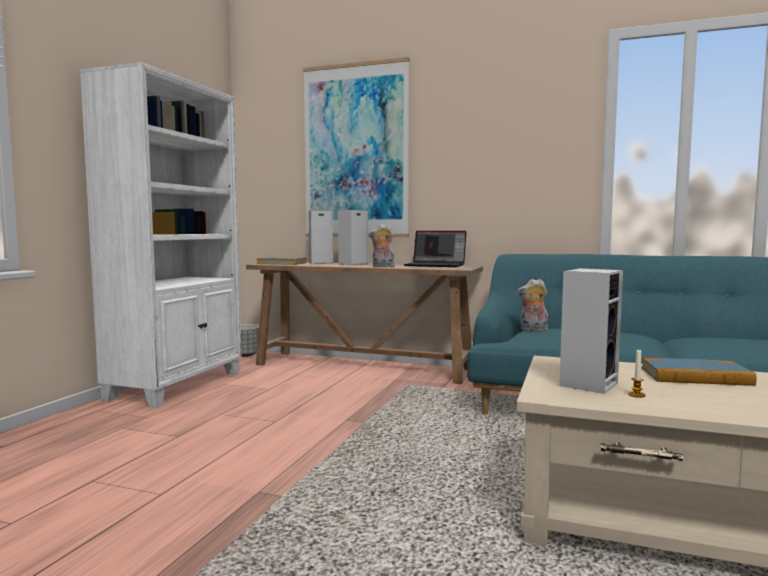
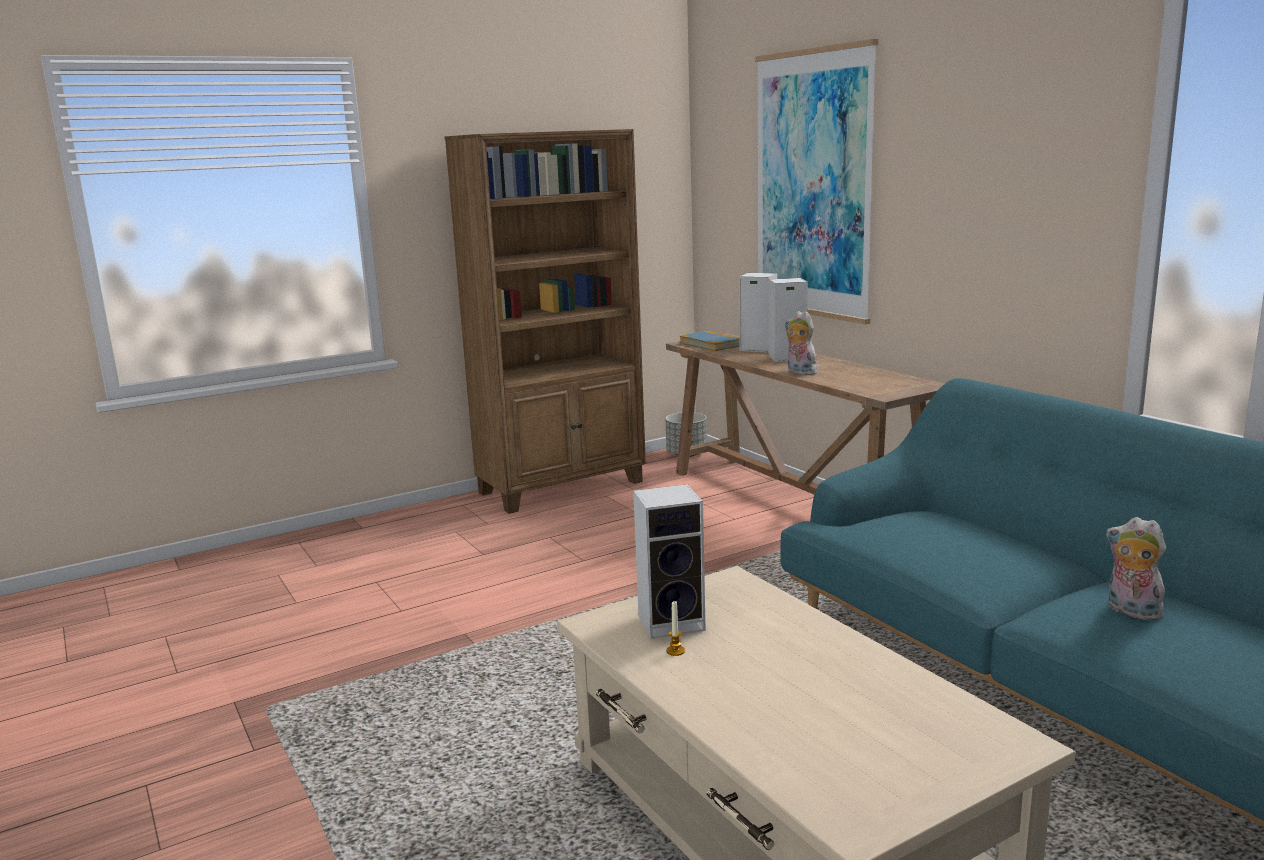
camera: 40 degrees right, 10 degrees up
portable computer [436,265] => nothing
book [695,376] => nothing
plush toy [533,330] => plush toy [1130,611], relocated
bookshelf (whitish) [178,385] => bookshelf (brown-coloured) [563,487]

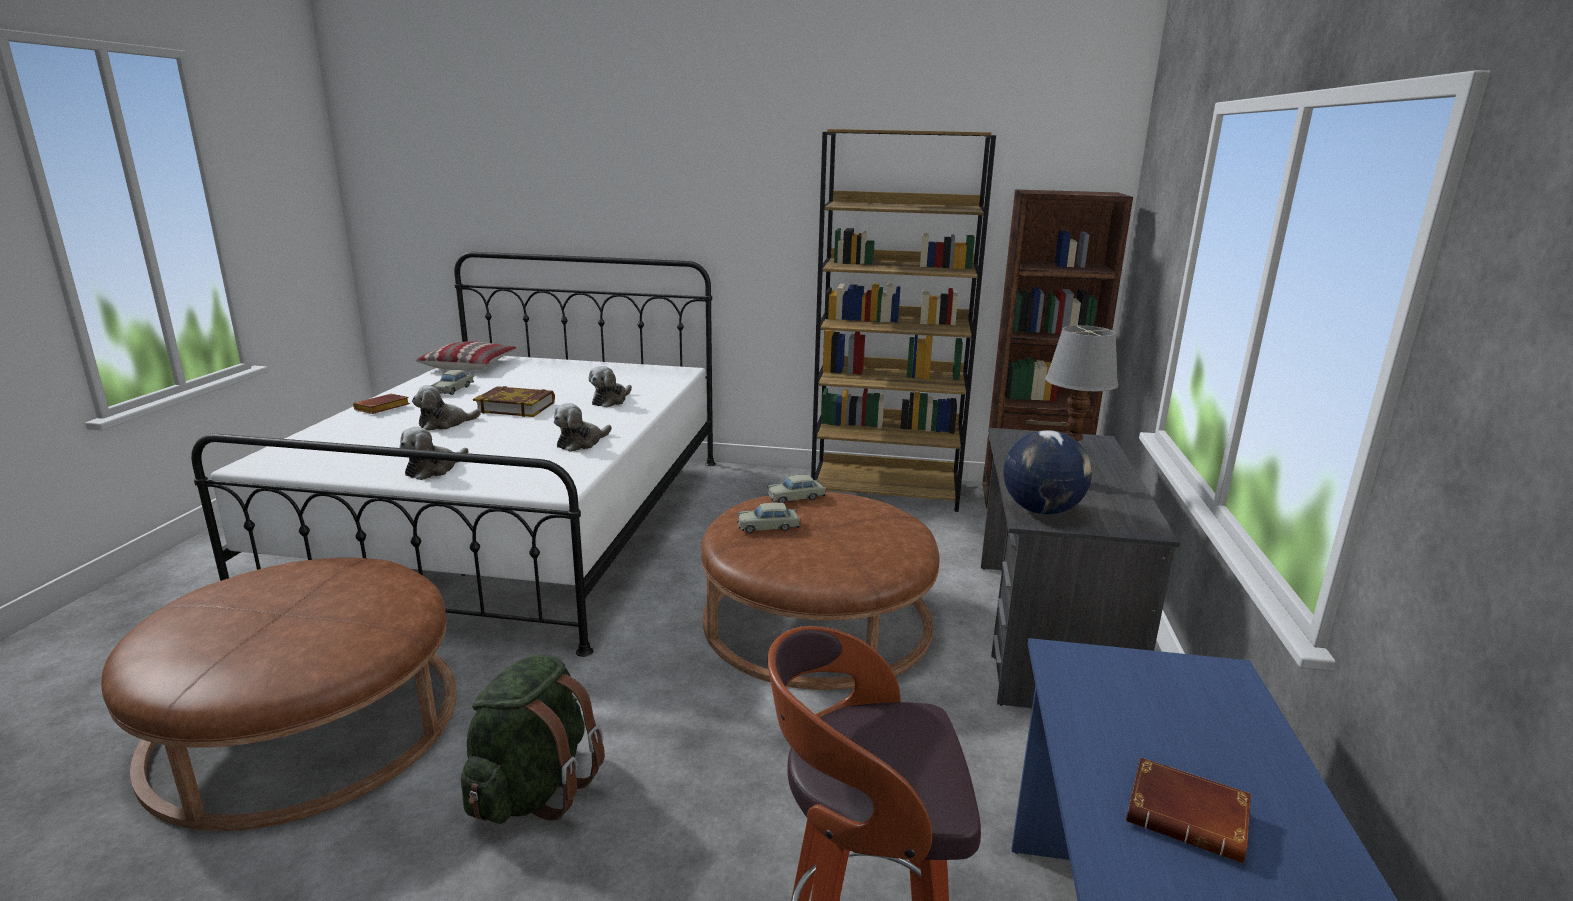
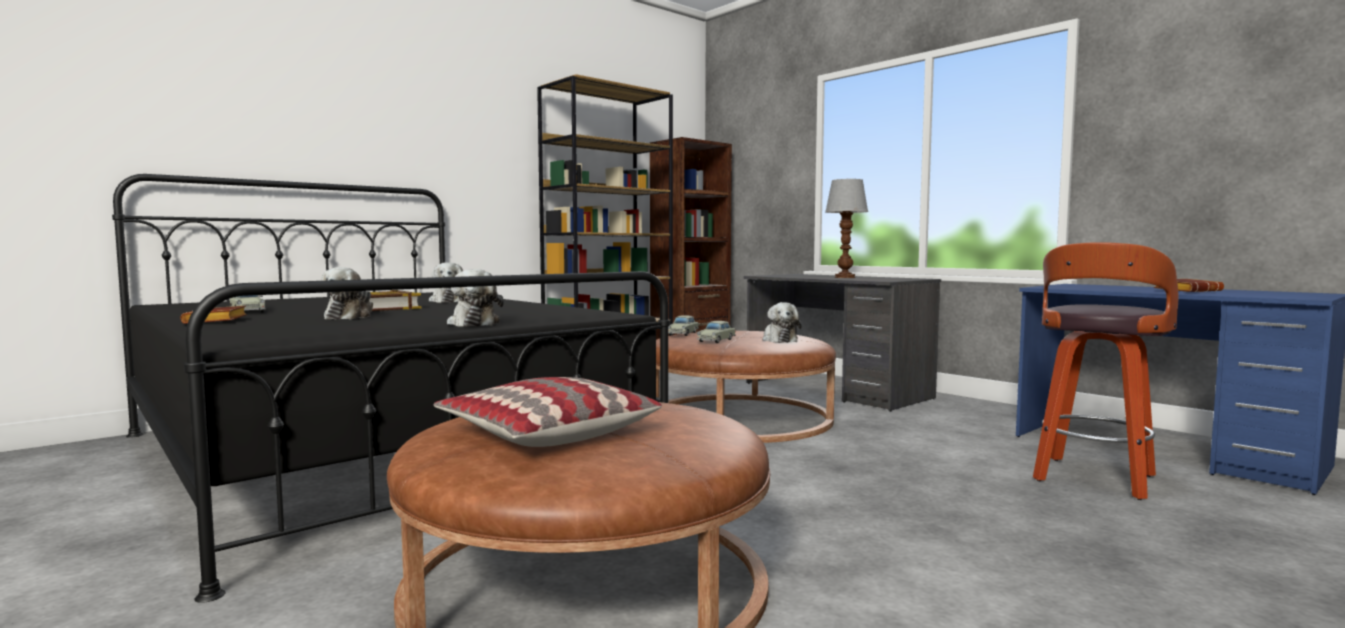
camera: 50 degrees left, 15 degrees down
rucksack (greenish) [533,790] => nothing
world globe [1042,511] => nothing
throw pillow [469,365] => throw pillow [546,432], relocated
plush toy [581,443] => plush toy [779,340], relocated
bedroom bed (whitish) [517,524] => bedroom bed (black) [376,451]

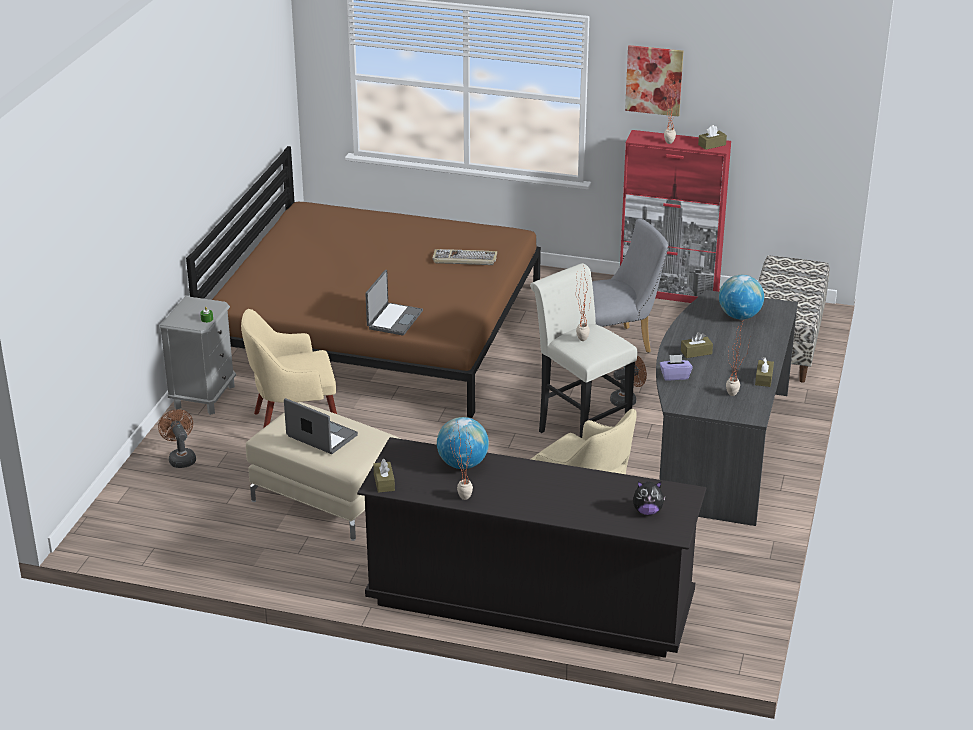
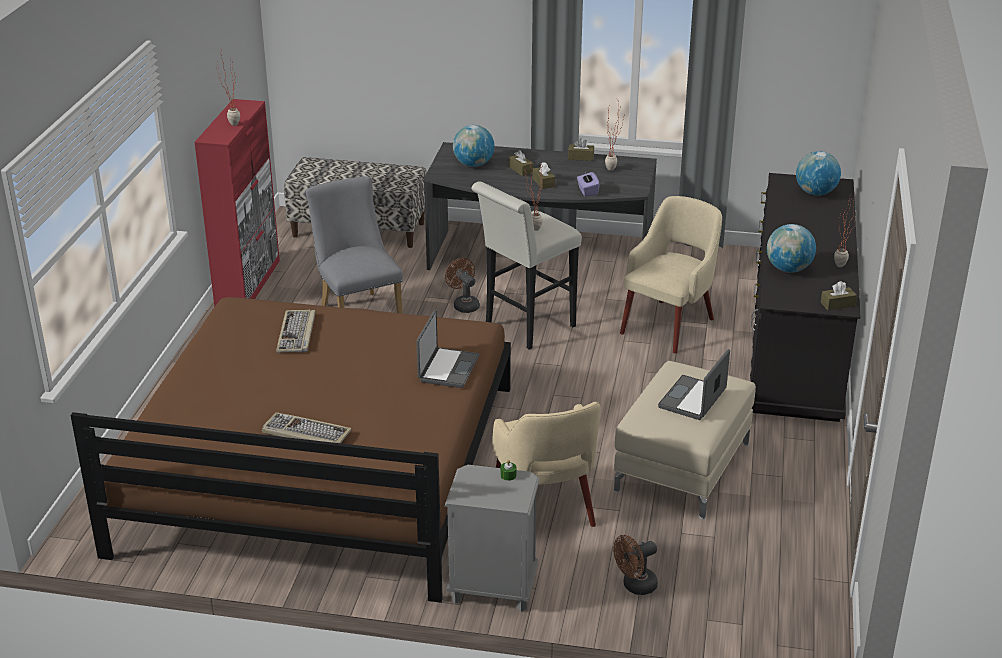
camera: 95 degrees left, 0 degrees up
wall art [654,80] => nothing
nothing => keyboard [305,433]
tissue box (brown-coloured) [712,145] => tissue box (brown-coloured) [521,170], relocated
plush toy [647,511] => world globe [815,193]
portable computer [394,320] => portable computer [447,368], 90 degrees clockwise

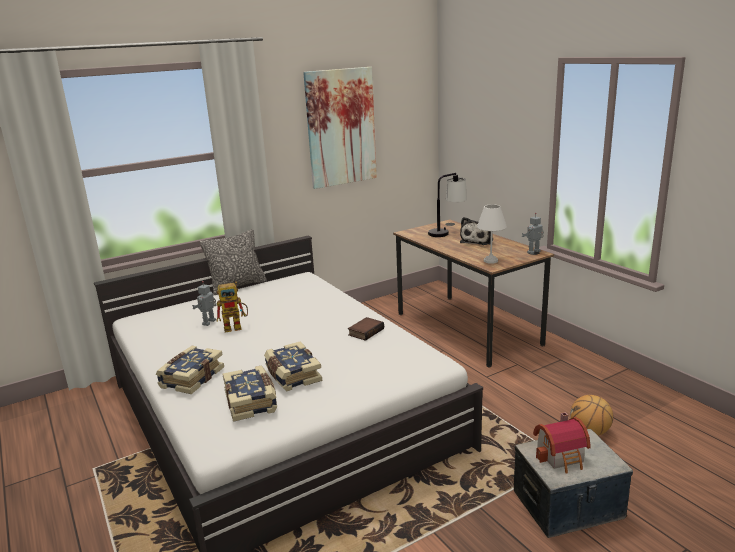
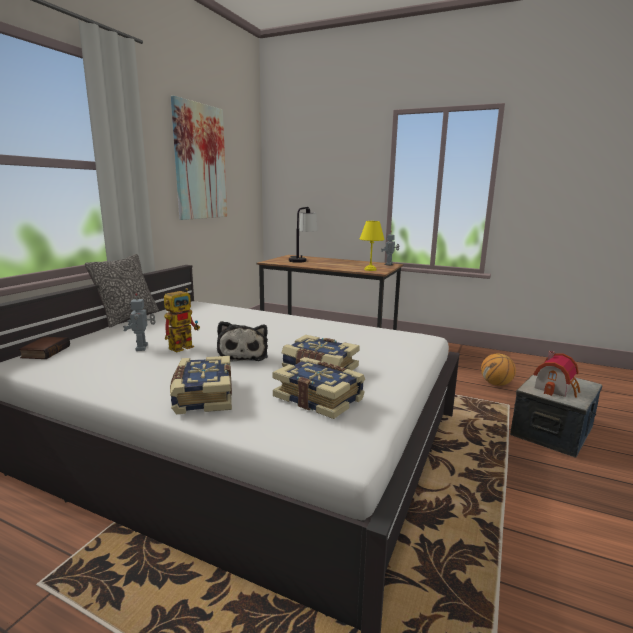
camera: 35 degrees left, 5 degrees down
book [365,331] => book [45,351], relocated
plush toy [477,241] => plush toy [243,355], relocated
table lamp (whitish) [490,261] => table lamp (yellow) [370,270]

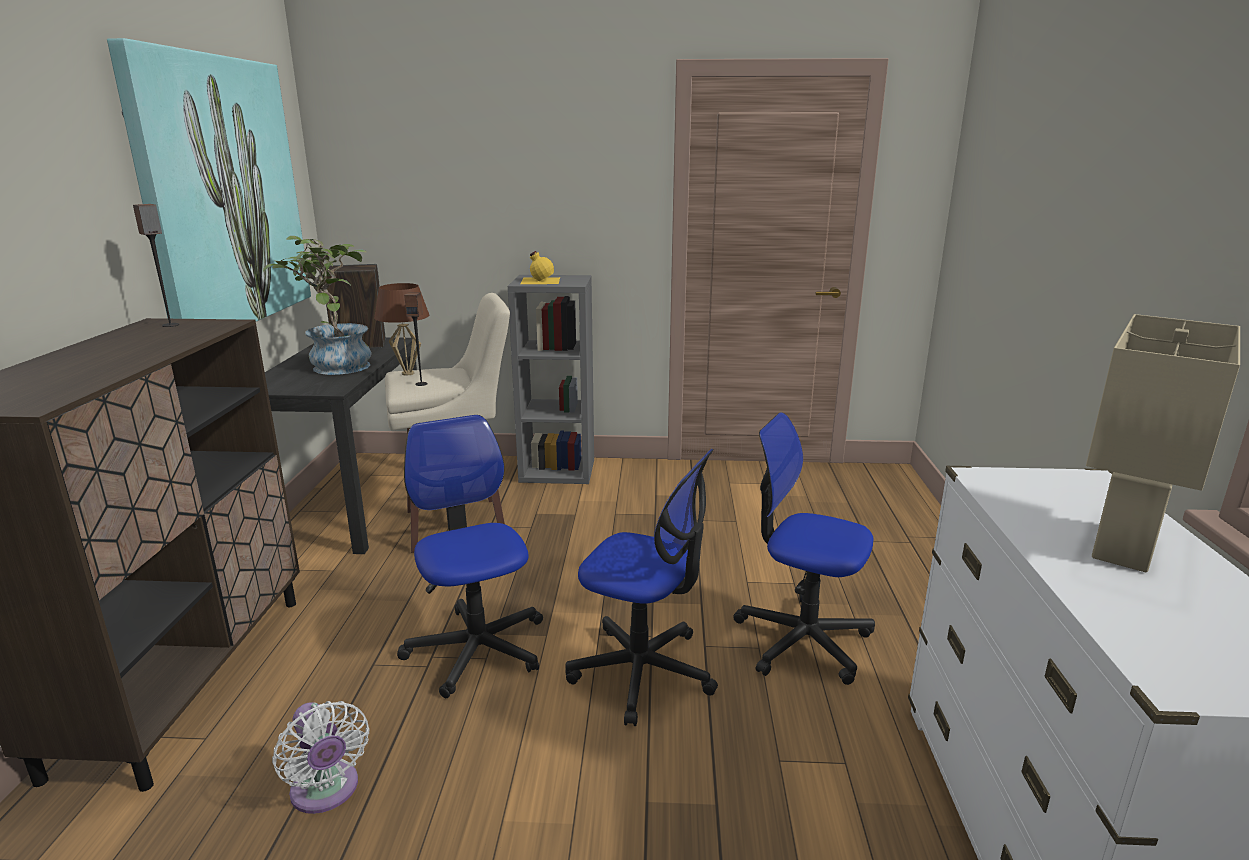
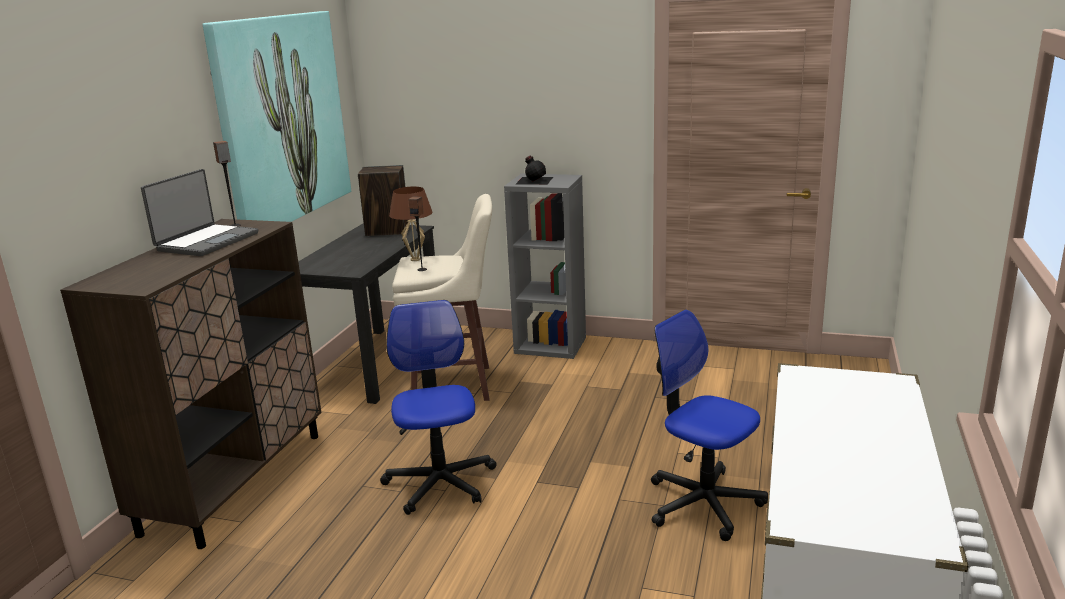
camera: 15 degrees right, 0 degrees up
potted plant [334,365] => nothing
cooling fan (whitish) [326,792] => nothing
computer chair [643,671] => nothing
table lamp (beige) [1123,547] => nothing
nothing => portable computer [206,242]
beverage bottle (yellow) [540,280] => beverage bottle (black) [534,180]

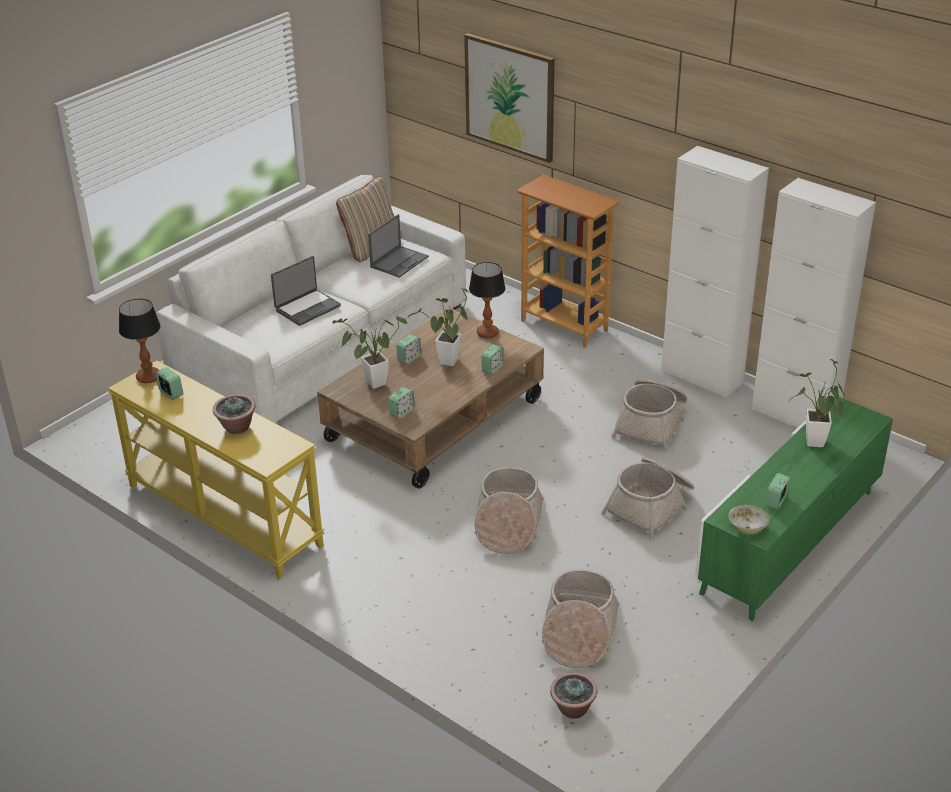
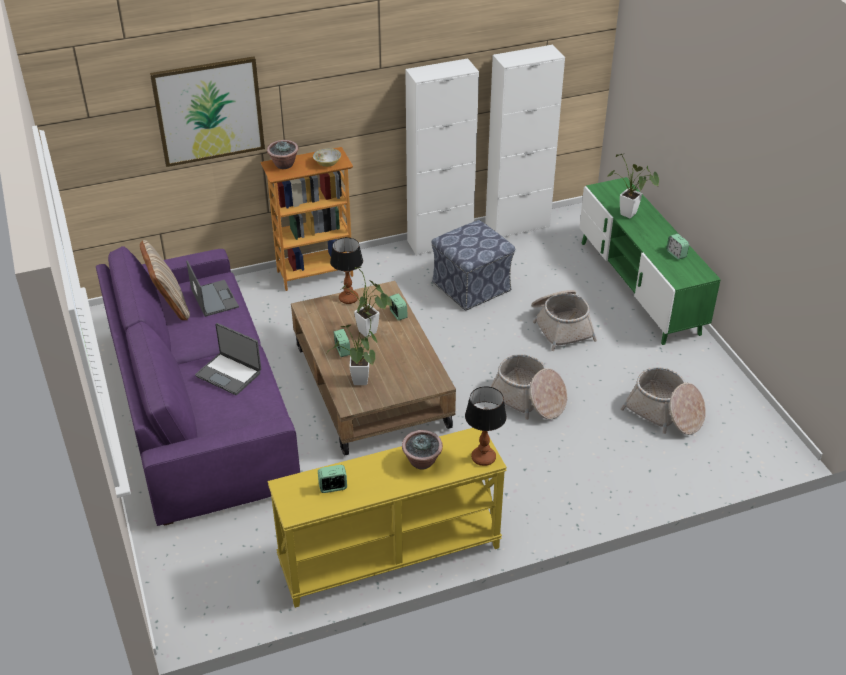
camera: 60 degrees left, 5 degrees up
alarm clock [402,412] => nothing
table lamp [149,377] => table lamp [484,457], relocated
potted plant [572,709] => potted plant [284,165], relocated
bowl [747,527] => bowl [327,163], relocated
household basket [651,423] => ottoman [472,286]
sofa (whitish) [323,344] => sofa (purplish) [200,408]
portable computer [307,308] => portable computer [229,374], 135 degrees clockwise

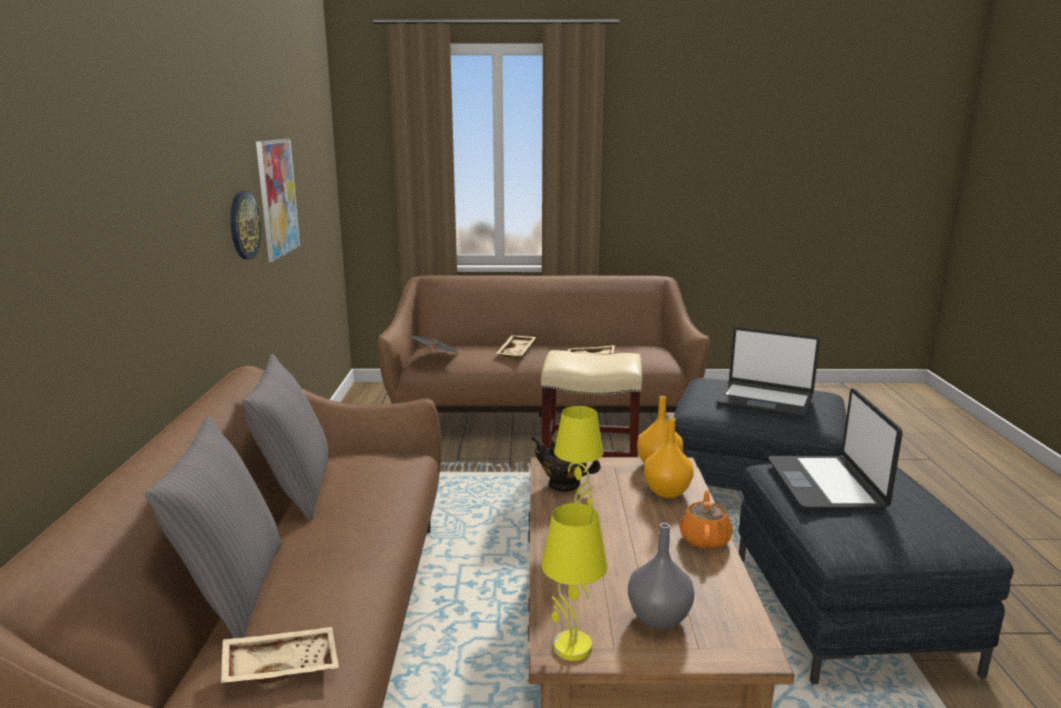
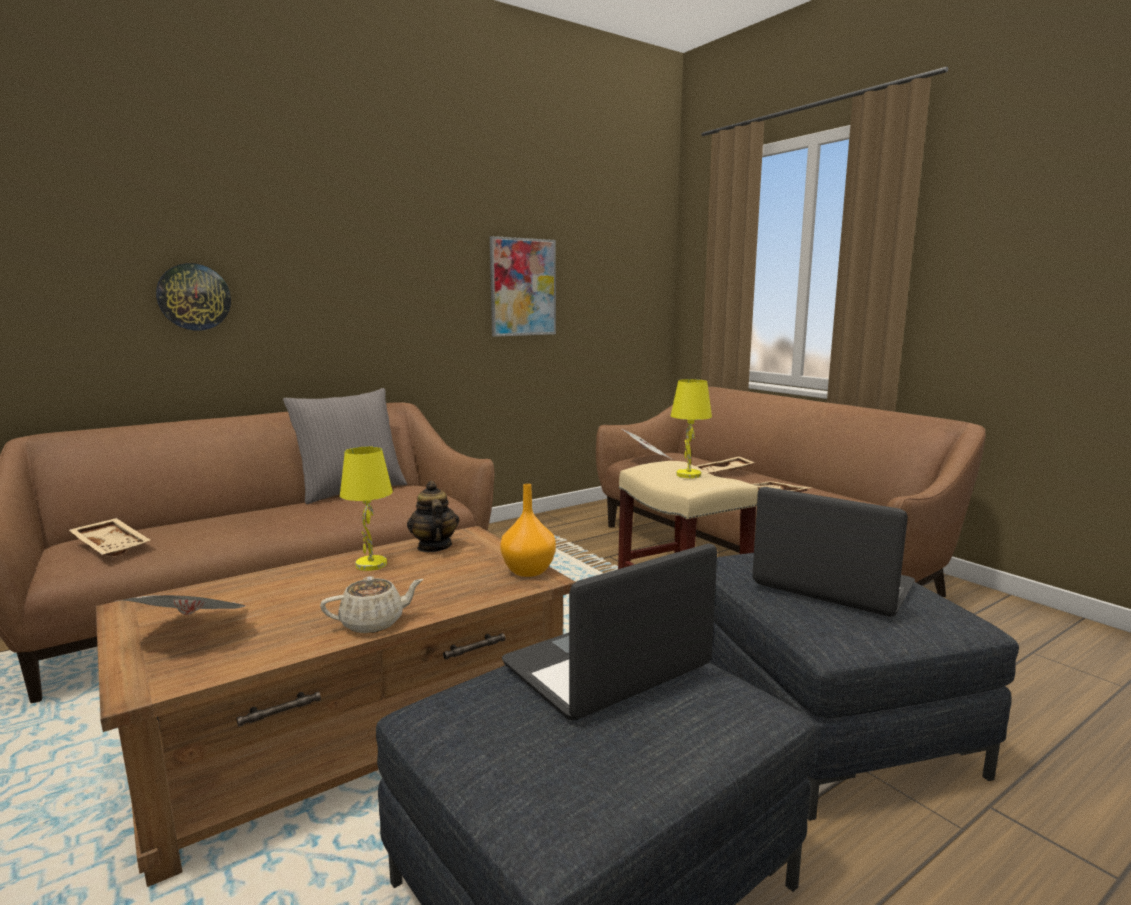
camera: 55 degrees right, 5 degrees down
throw pillow (grey) [232,590] => nothing
flower vase (orange) [666,492] => nothing
hanging clock [243,225] => hanging clock [194,297], relocated
table lamp (yellow) [571,647] => table lamp (yellow) [688,475], relocated
flower vase (grey) [657,618] => printed paper [195,632]
tea pot (orange) [705,538] => tea pot (beige) [374,623]
portable computer [765,401] => portable computer [832,586], 135 degrees clockwise

